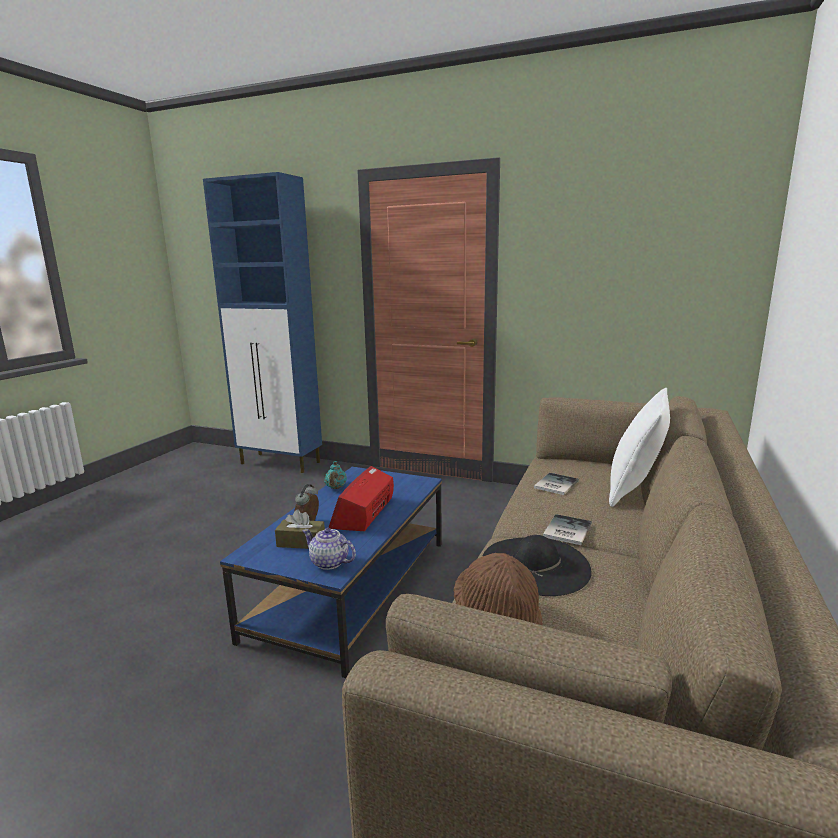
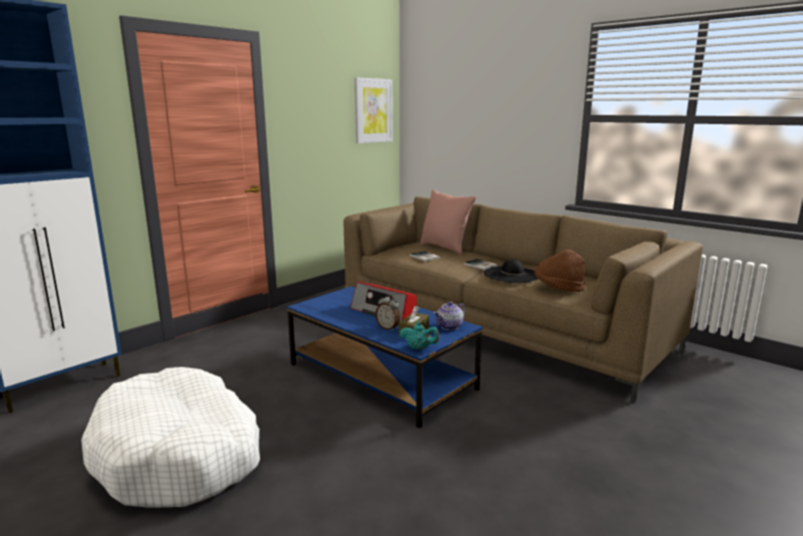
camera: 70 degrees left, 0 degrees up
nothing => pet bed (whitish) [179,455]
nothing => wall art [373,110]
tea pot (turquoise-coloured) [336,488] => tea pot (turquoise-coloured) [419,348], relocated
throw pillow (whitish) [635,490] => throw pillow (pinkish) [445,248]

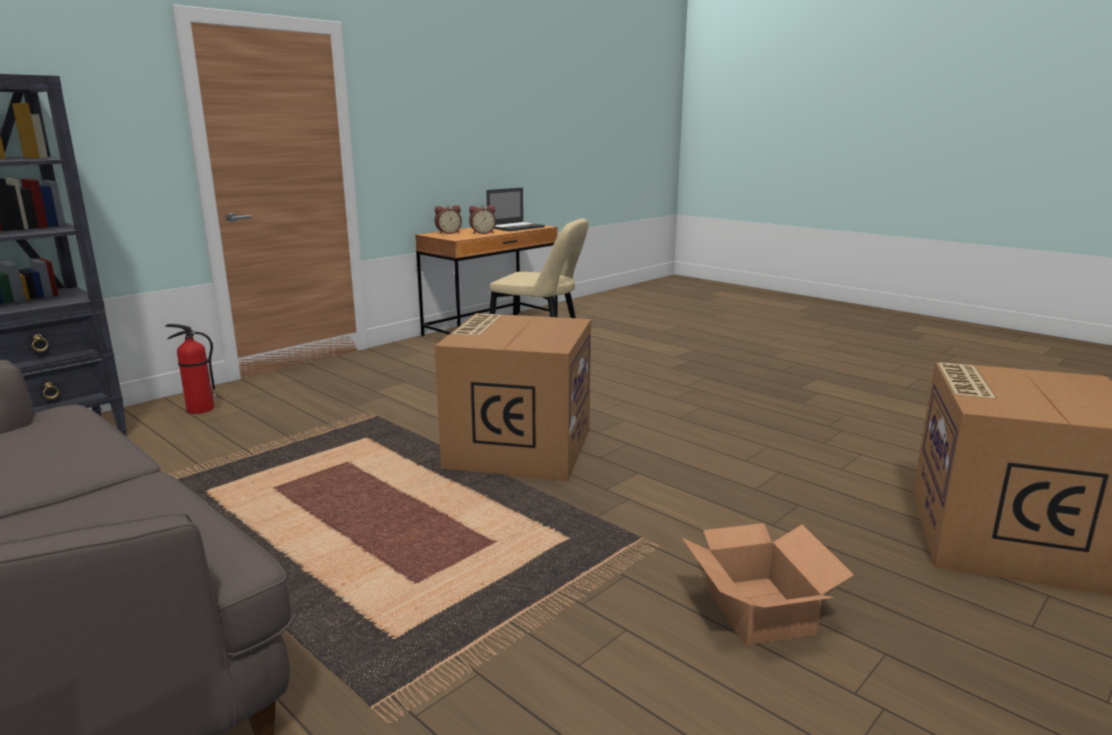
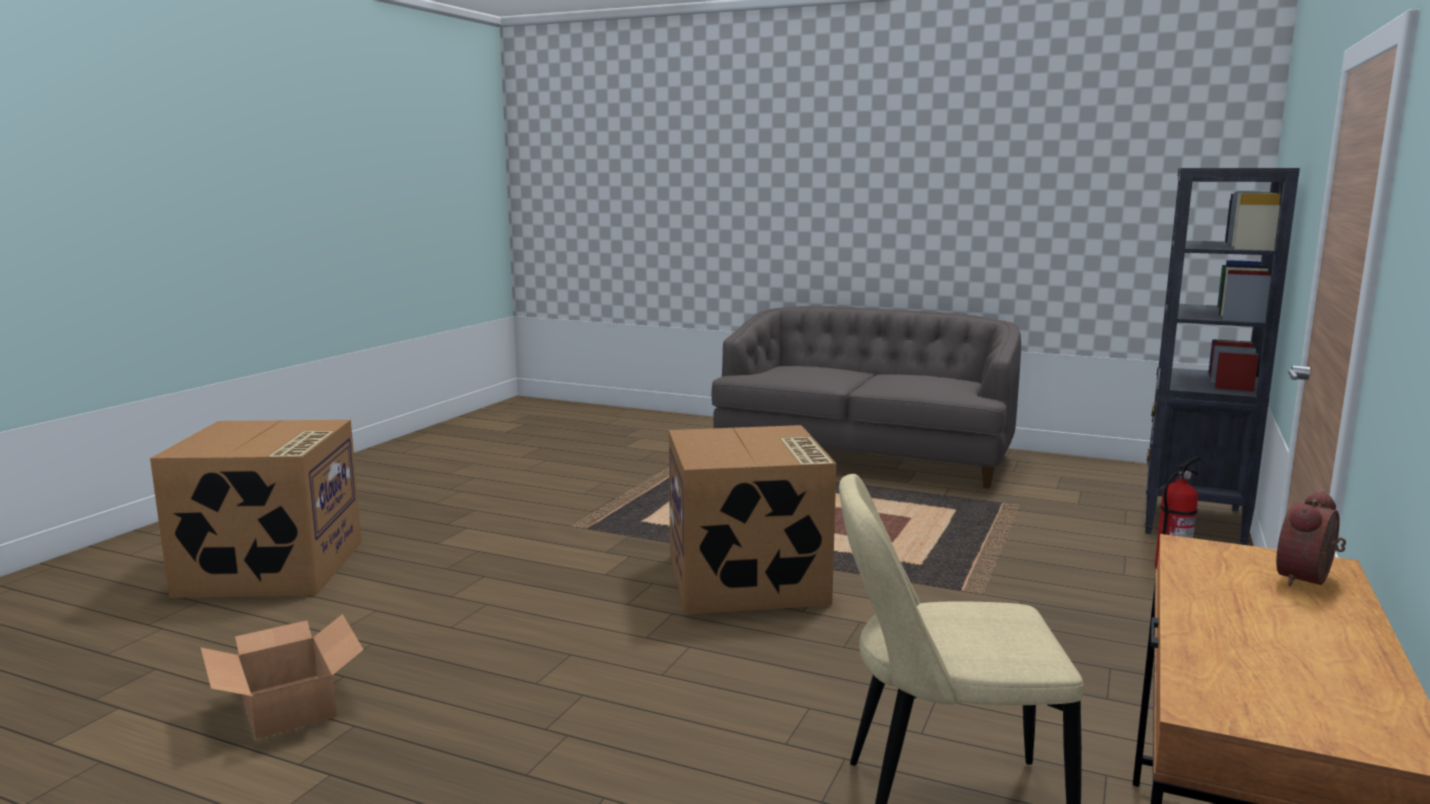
camera: 160 degrees right, 5 degrees down
alarm clock [482,233] => nothing
portable computer [516,227] => nothing
cardboard box [757,611] => cardboard box [289,705], relocated

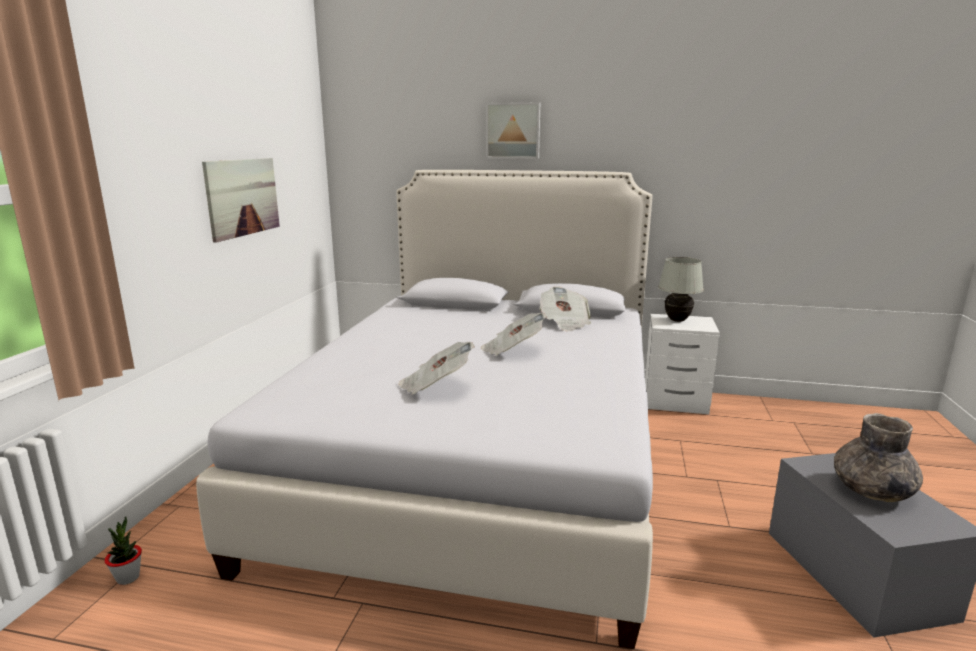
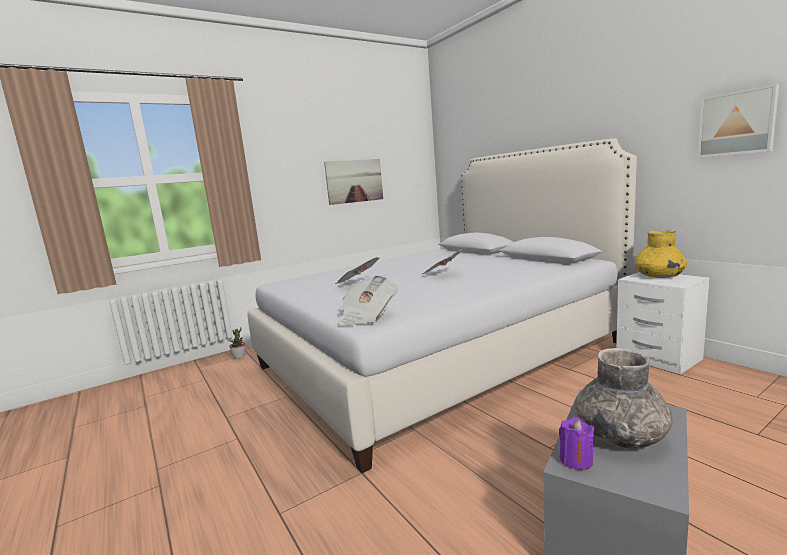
camera: 45 degrees right, 5 degrees down
nothing => wax light (purplish) [576,460]
wall art [513,131] => wall art [736,123], relocated
printed paper [564,323] => printed paper [367,316], relocated
table lamp (whitish) [677,320] => flower vase (yellow) [659,276]

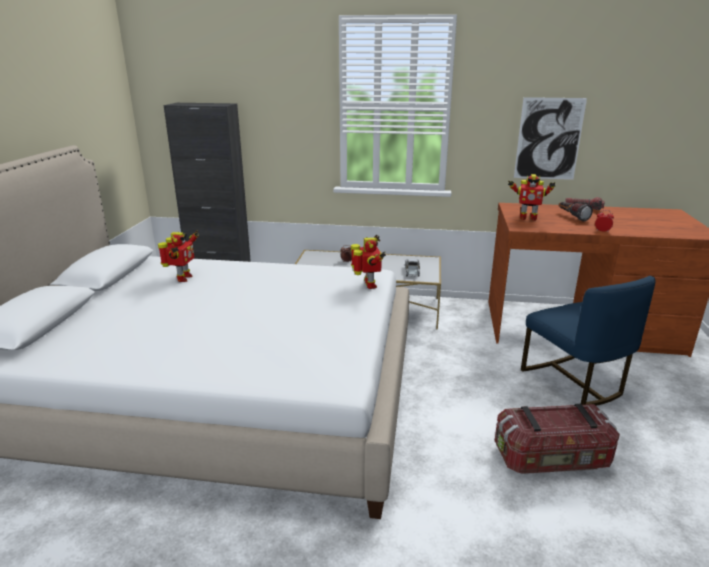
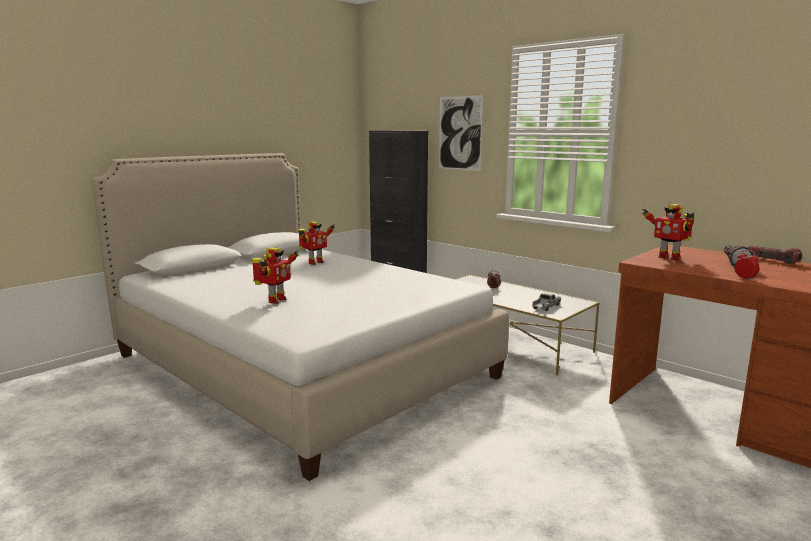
camera: 35 degrees right, 10 degrees down
storage box [552,459] => nothing
upright chair (bluish) [574,381] => nothing
robot figure [368,285] => robot figure [275,300], relocated
wall art [548,139] => wall art [460,133], relocated

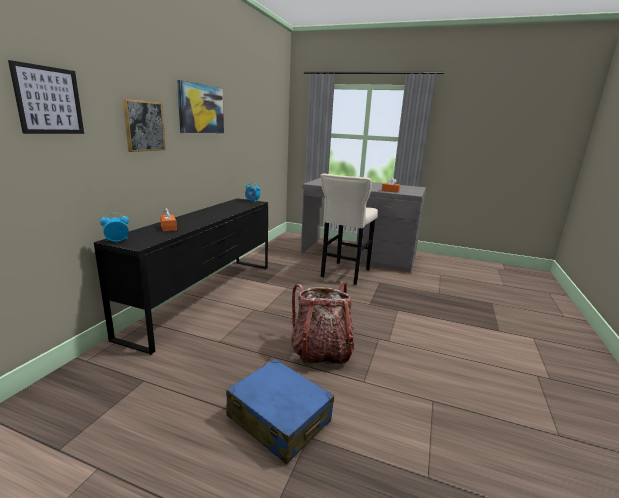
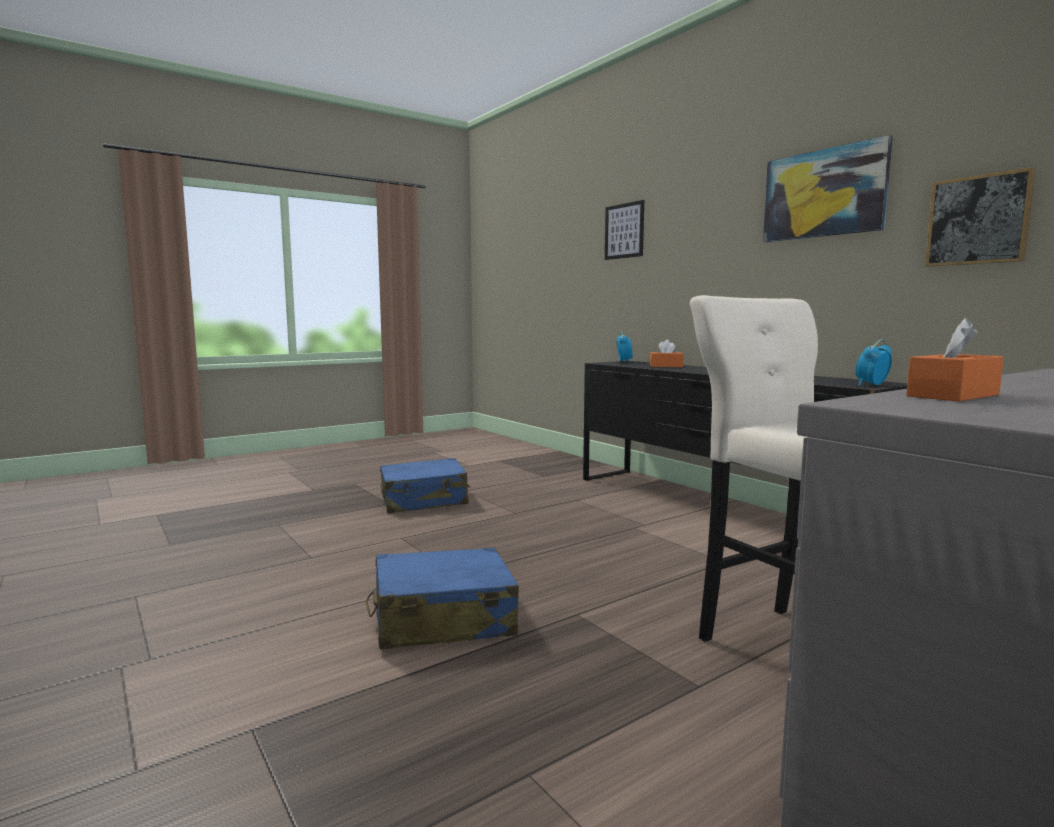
camera: 125 degrees right, 10 degrees down
rucksack [321,352] => nothing
nothing => travel case (bluish) [442,619]
wall art [144,126] => wall art [978,220], relocated

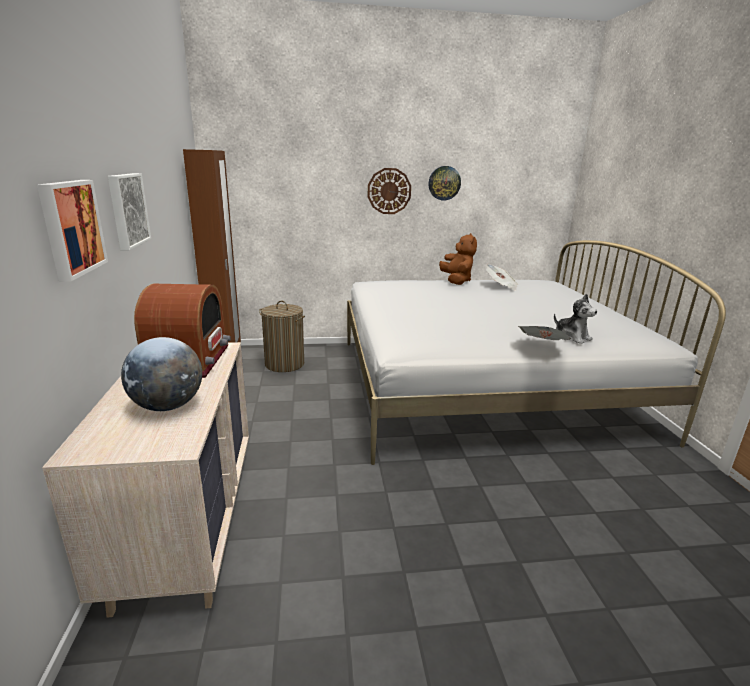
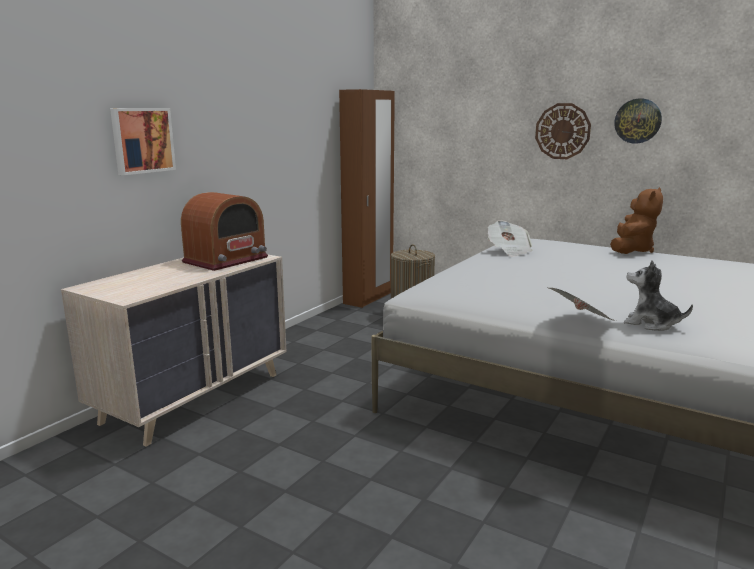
camera: 40 degrees right, 5 degrees down
wall art [127,210] => nothing
world globe [168,406] => nothing
printed paper [501,286] => printed paper [509,251], relocated
plush toy [572,337] => plush toy [651,324], 120 degrees clockwise

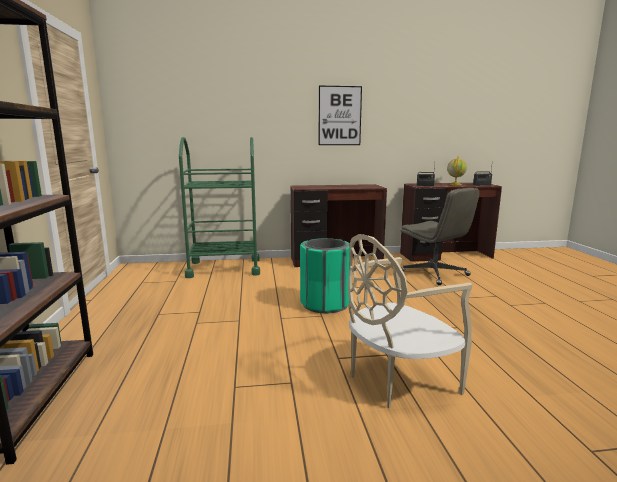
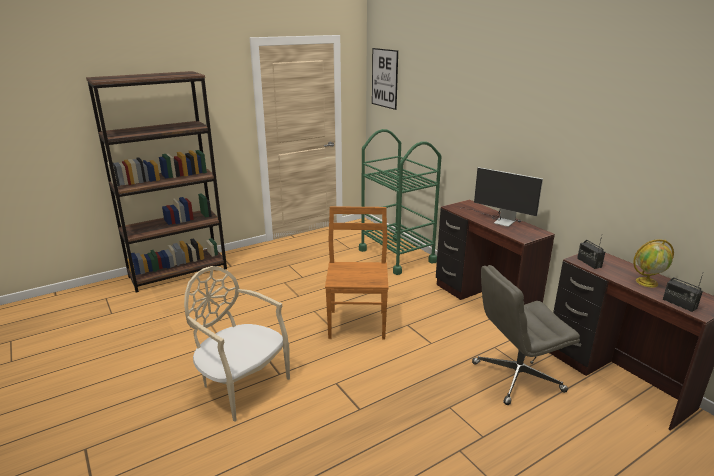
camera: 65 degrees right, 10 degrees up
nothing => computer screen [498,220]
wall art [339,116] => wall art [384,78], relocated
waste bin (greenish) [324,304] => upright chair (brown-coloured) [357,323]
computer chair (grey) [435,274] => computer chair (grey) [516,377], 45 degrees clockwise

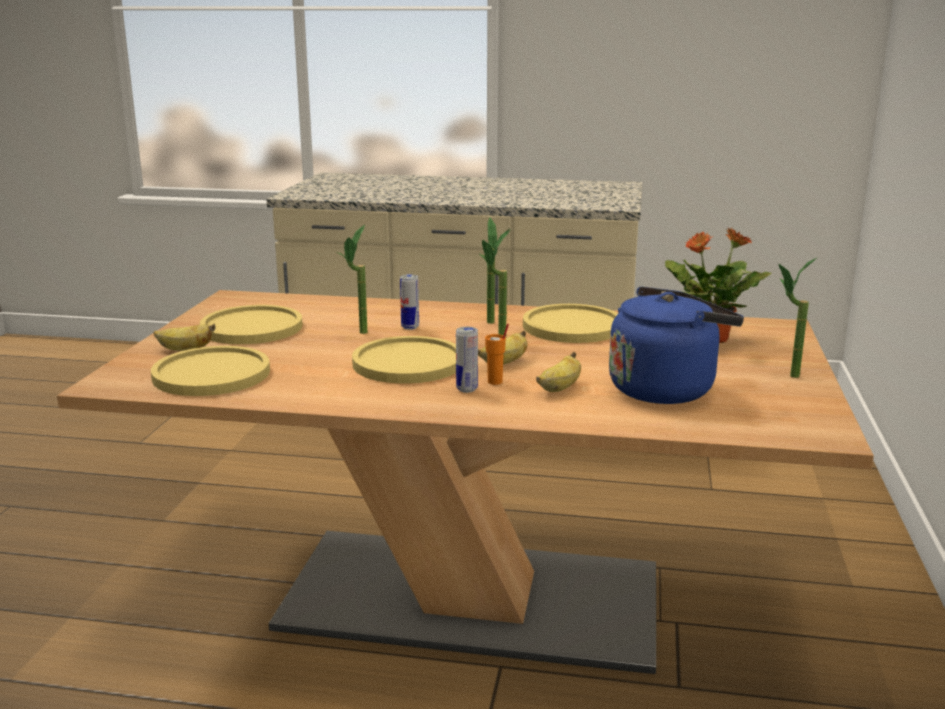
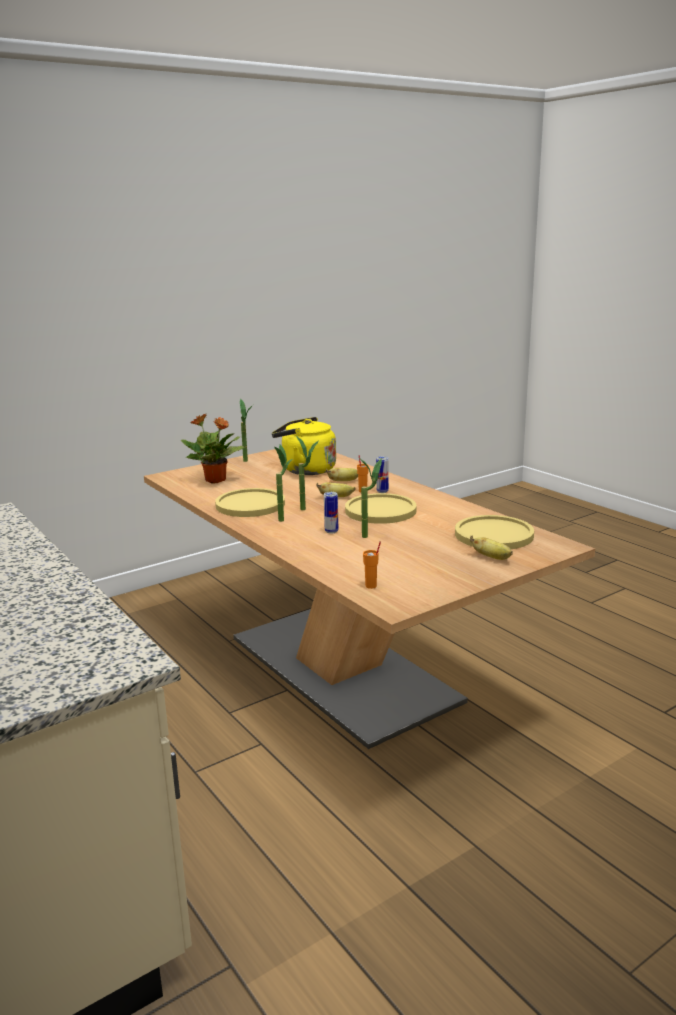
camera: 135 degrees left, 0 degrees up
flat dish (yellow) [252,327] => nothing
nothing => drinking cup (orange) [371,586]
kettle (bluish) [666,389] => kettle (yellow) [305,470]

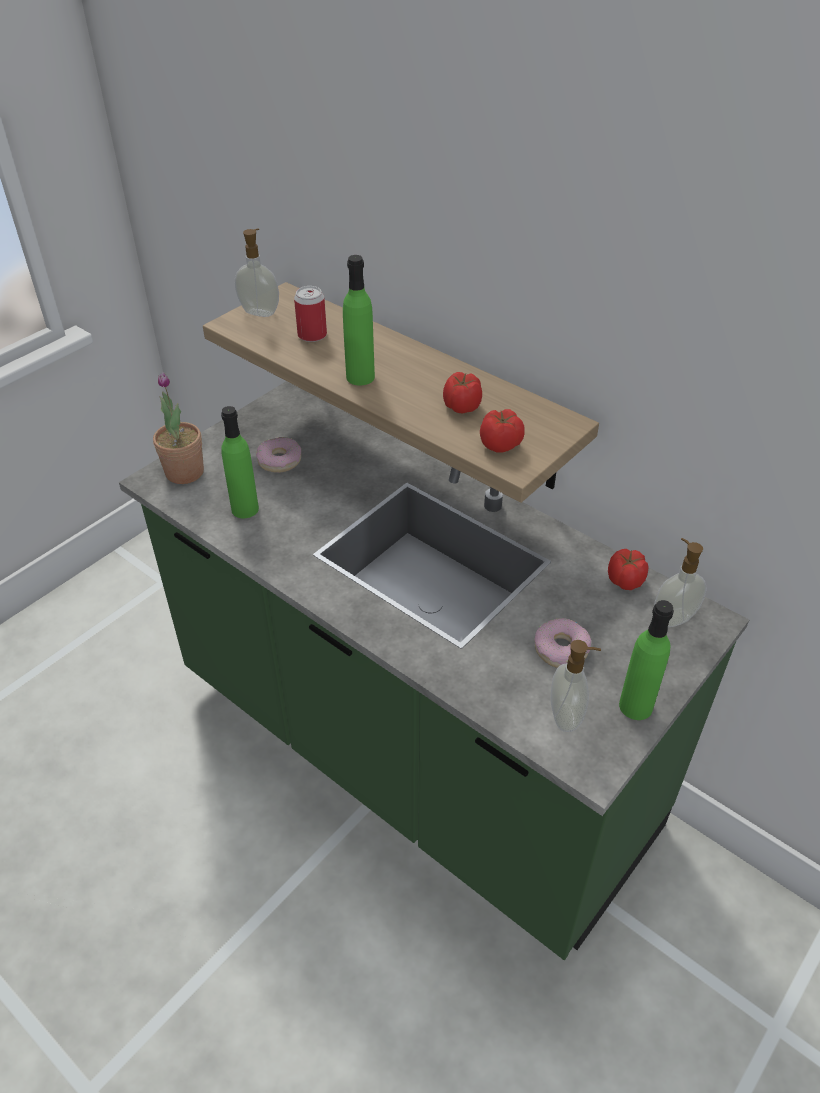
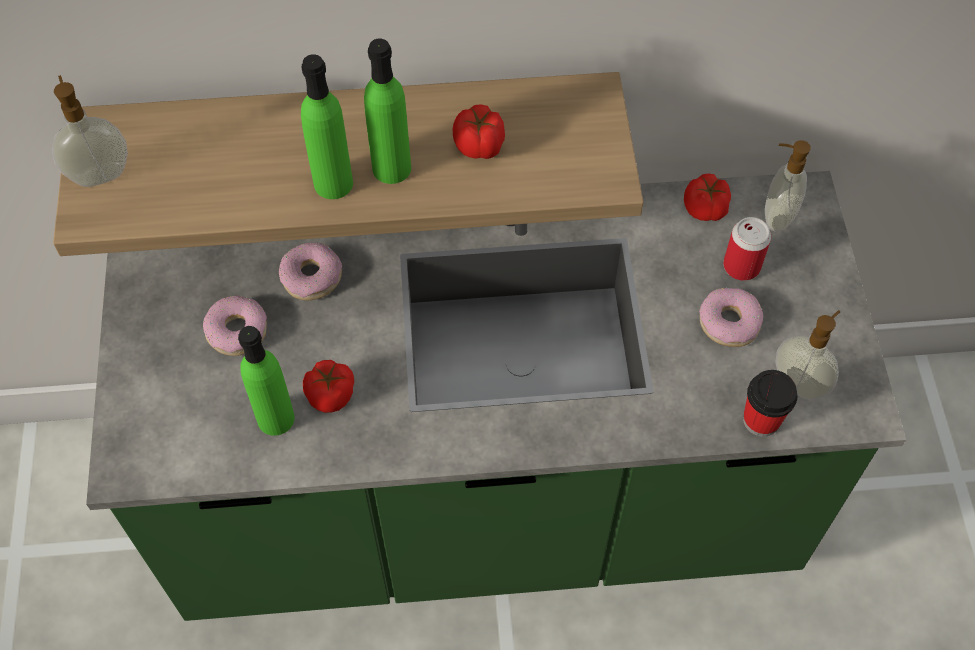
camera: 45 degrees left, 15 degrees up
potted plant [184,472] => nothing
nothing => ring doughnut [312,277]
nothing => drinking cup [761,420]
can [312,335] => can [741,266], relocated
whole tomato [501,444] => whole tomato [332,395], relocated
beverage bottle (greenish) [635,706] => beverage bottle (greenish) [391,168], relocated

